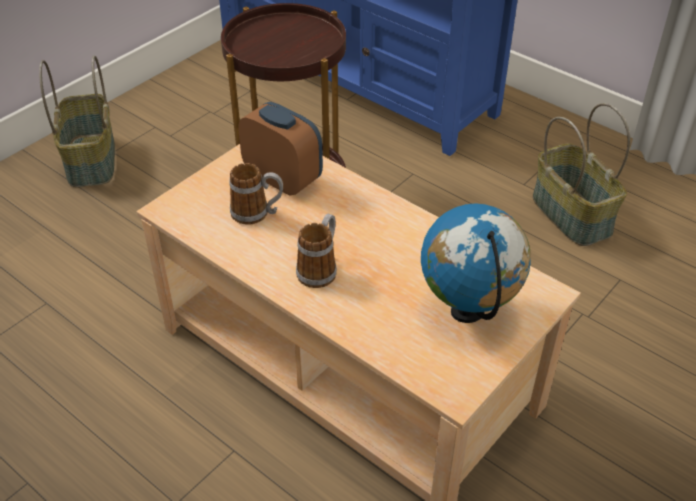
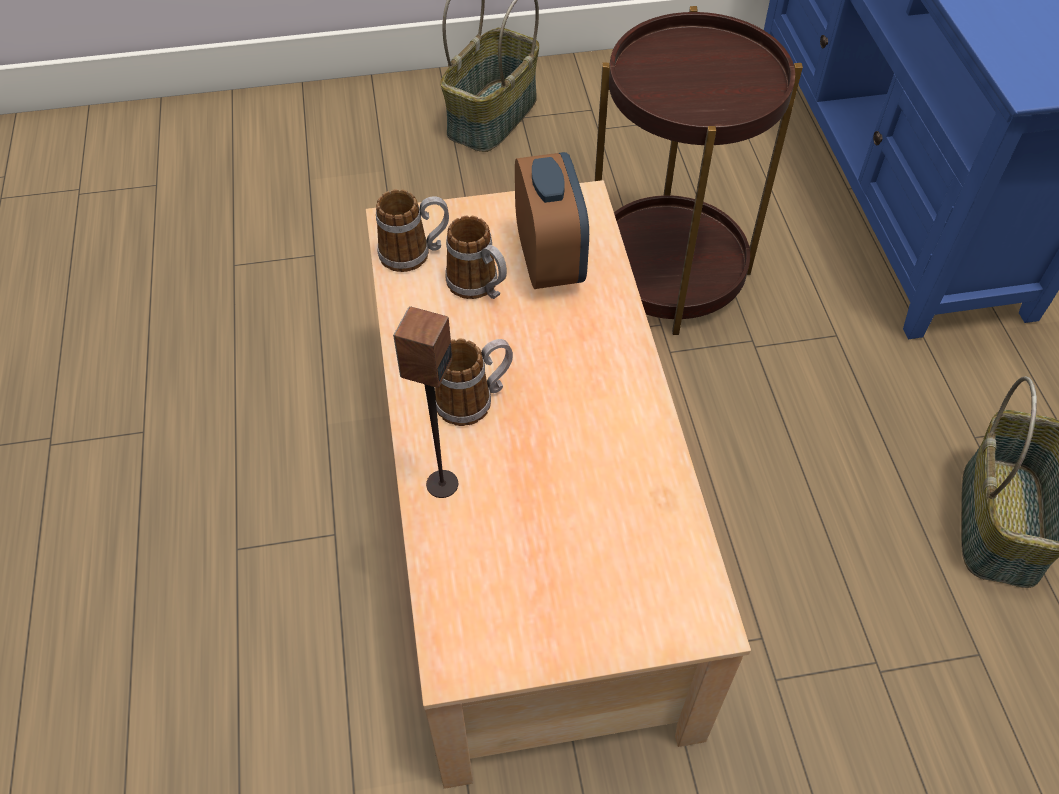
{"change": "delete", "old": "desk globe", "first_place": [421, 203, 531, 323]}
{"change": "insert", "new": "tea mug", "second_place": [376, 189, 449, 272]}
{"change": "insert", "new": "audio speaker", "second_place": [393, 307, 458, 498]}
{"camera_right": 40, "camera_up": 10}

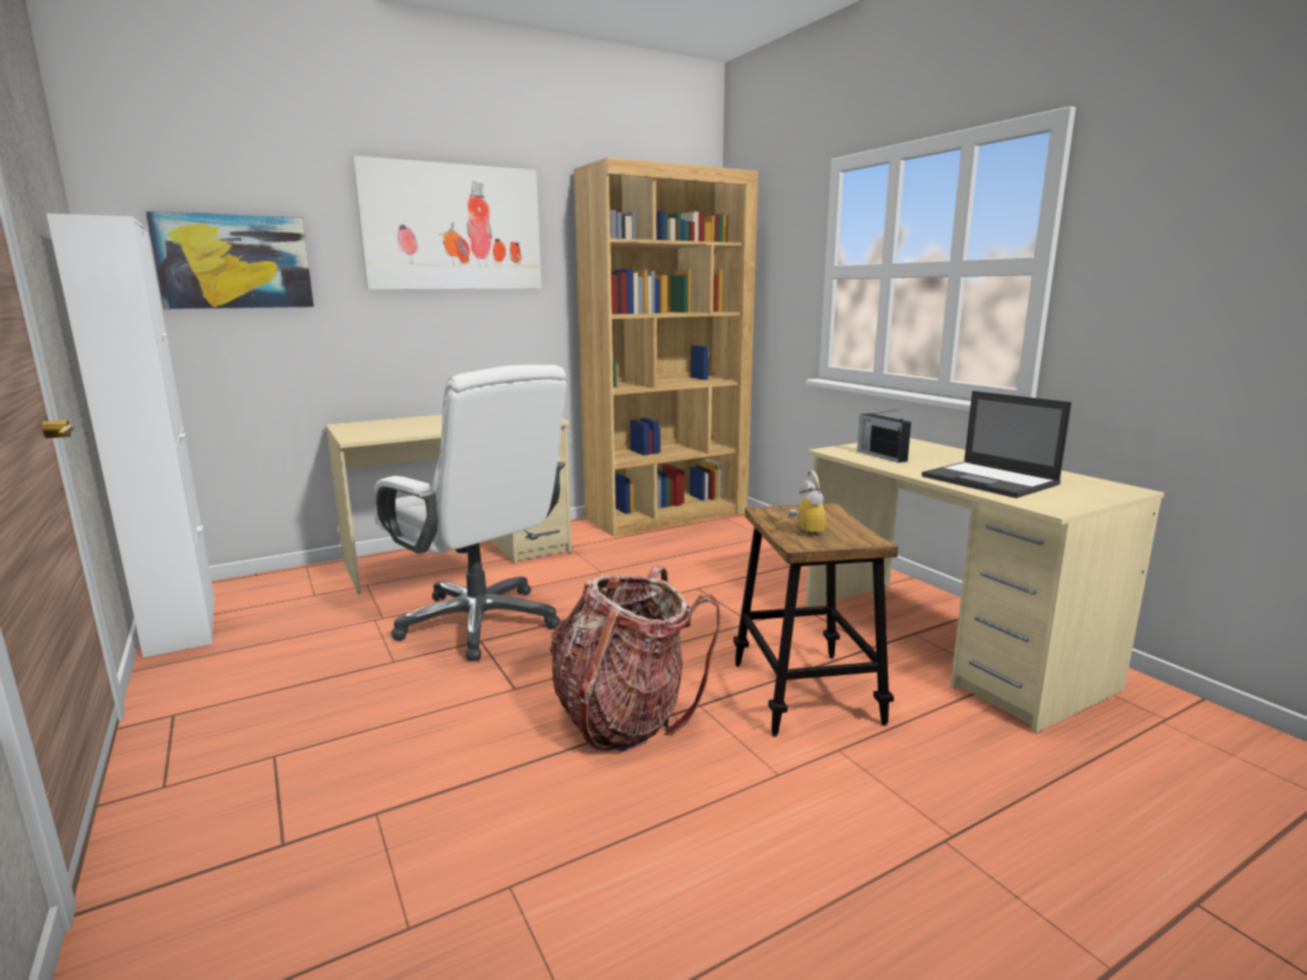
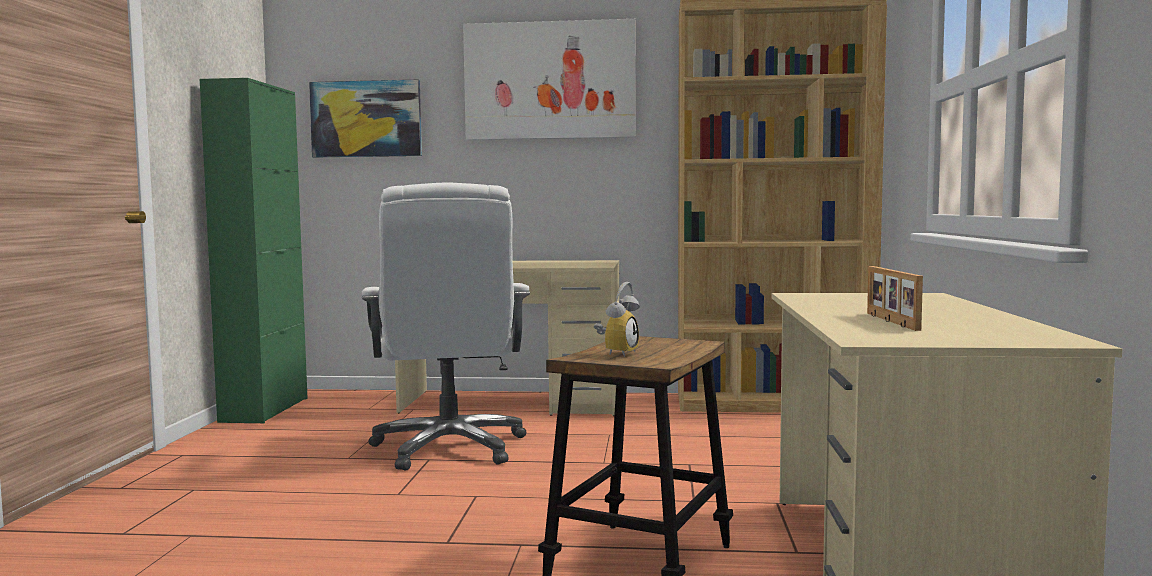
{"change": "recolor", "old": "white cabinet", "new": "green cabinet", "first_place": [46, 213, 215, 658], "second_place": [200, 78, 308, 423]}
{"change": "delete", "old": "rucksack", "first_place": [550, 565, 720, 752]}
{"change": "delete", "old": "radio", "first_place": [857, 410, 911, 463]}
{"change": "replace", "old": "notebook computer", "new": "picture frame", "first_place": [922, 391, 1072, 498], "second_place": [867, 266, 923, 331]}
{"camera_right": 35, "camera_up": -10}

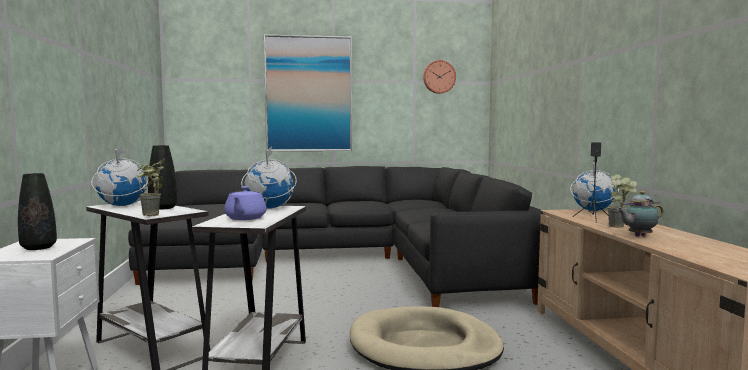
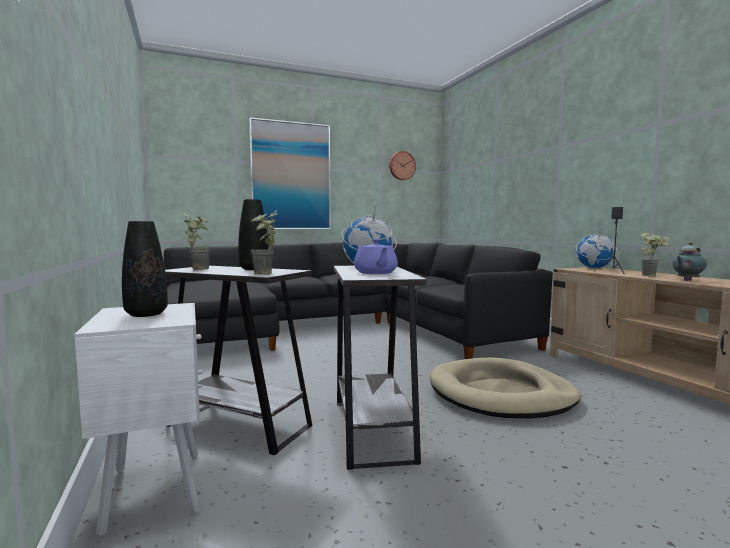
{"change": "replace", "old": "desk globe", "new": "plant in a pot", "first_place": [91, 146, 148, 206], "second_place": [182, 211, 210, 270]}
{"camera_right": -15, "camera_up": 0}

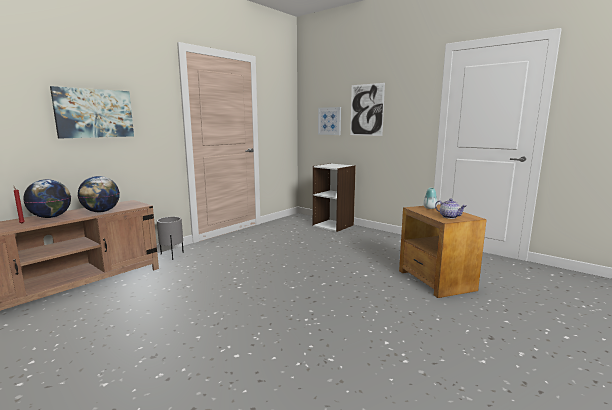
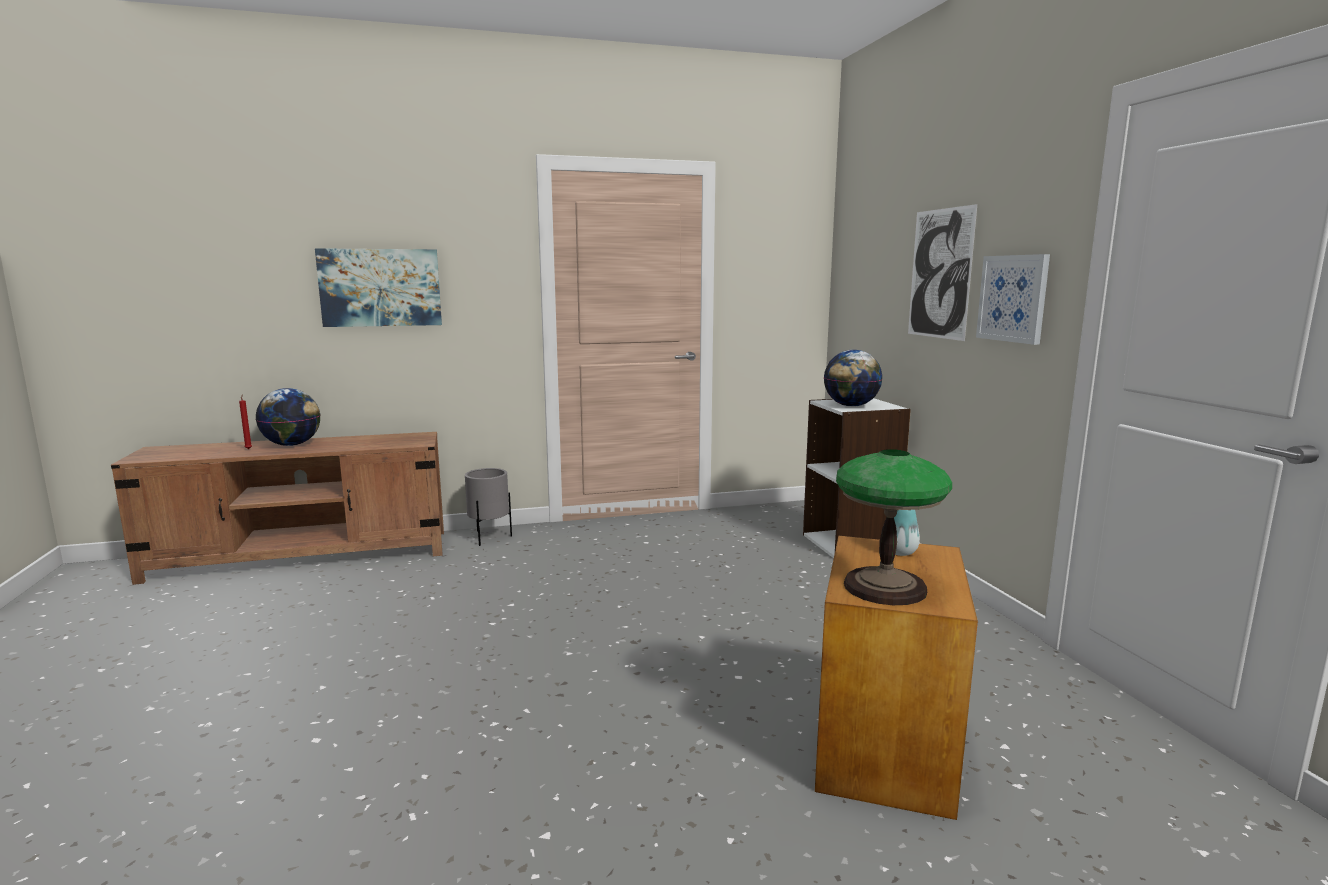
{"change": "move", "old": "desk globe", "first_place": [78, 176, 120, 212], "second_place": [824, 350, 883, 407]}
{"change": "move", "old": "wall art", "first_place": [318, 107, 341, 135], "second_place": [976, 254, 1050, 345]}
{"change": "replace", "old": "tea pot", "new": "table lamp", "first_place": [435, 199, 466, 219], "second_place": [836, 449, 952, 605]}
{"camera_right": 35, "camera_up": 0}

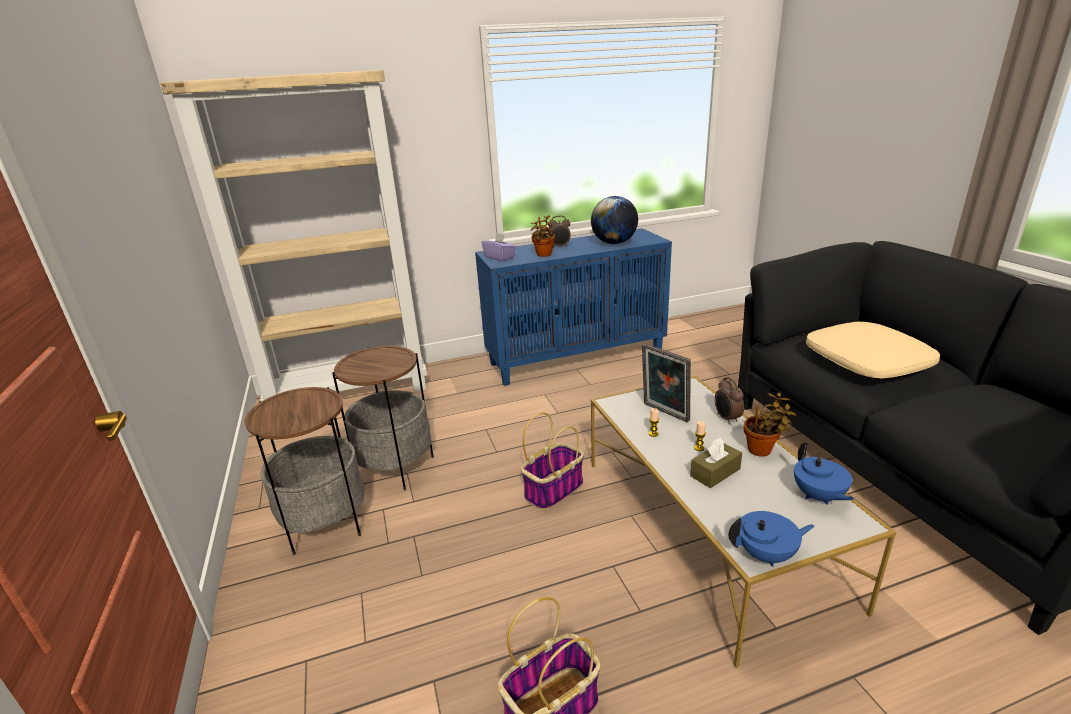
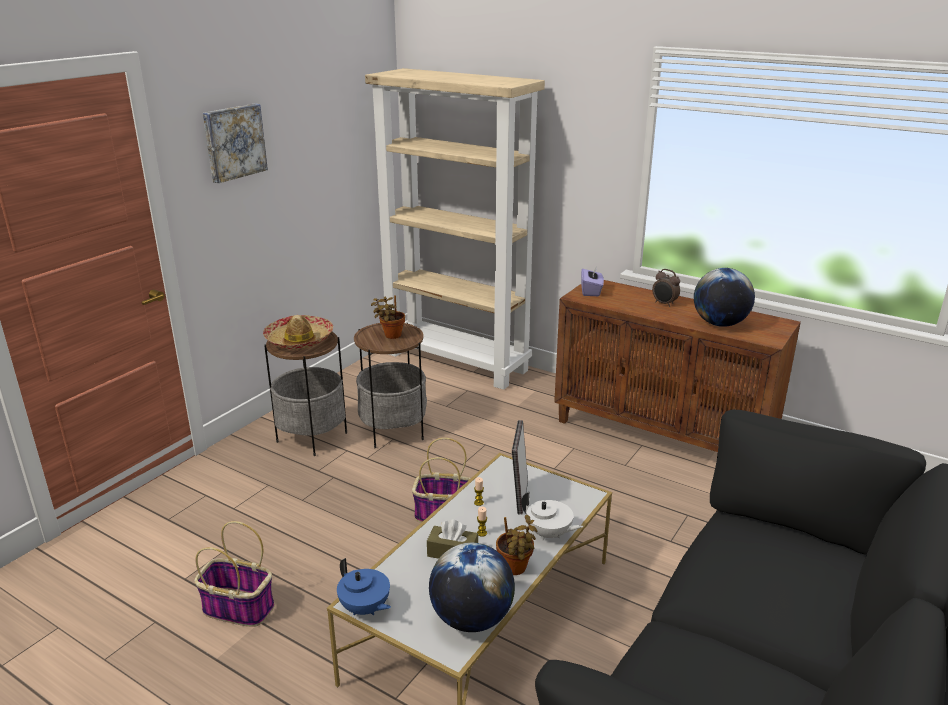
{"change": "recolor", "old": "blue-coloured cabinet", "new": "brownish cabinet", "first_place": [475, 228, 672, 386], "second_place": [554, 280, 801, 452]}
{"change": "move", "old": "plant in a pot", "first_place": [530, 215, 555, 257], "second_place": [371, 295, 405, 339]}
{"change": "replace", "old": "bedside clock", "new": "white tea pot", "first_place": [715, 377, 744, 425], "second_place": [521, 491, 583, 540]}
{"change": "replace", "old": "blue-coloured tea pot", "new": "desk globe", "first_place": [794, 442, 854, 505], "second_place": [429, 543, 515, 632]}
{"change": "delete", "old": "sand-coloured pillow", "first_place": [806, 322, 940, 379]}
{"change": "insert", "new": "wall art", "second_place": [203, 103, 268, 183]}
{"change": "insert", "new": "wearable hat", "second_place": [263, 315, 333, 350]}
{"camera_right": 50, "camera_up": 0}

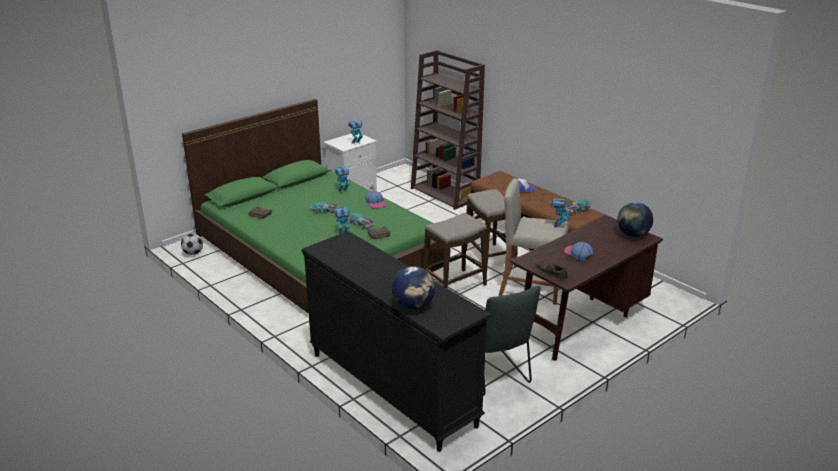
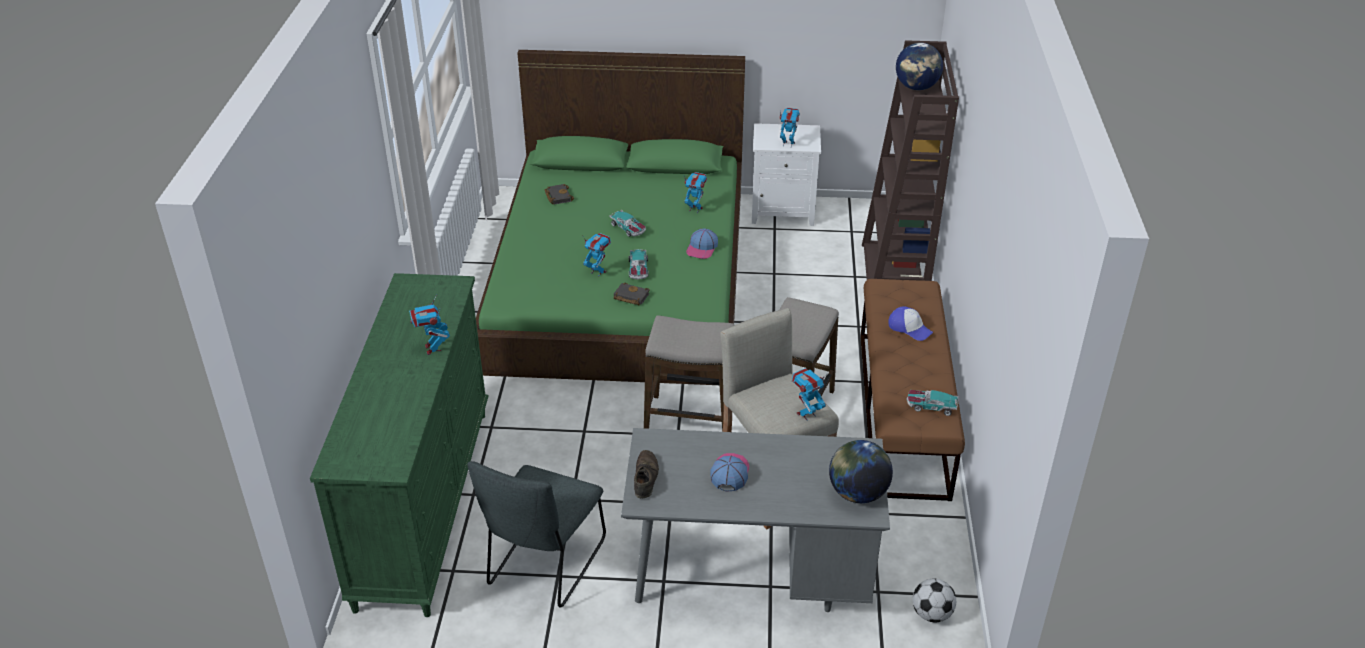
{"change": "move", "old": "football", "first_place": [181, 233, 203, 255], "second_place": [913, 578, 956, 623]}
{"change": "recolor", "old": "black dresser", "new": "green dresser", "first_place": [302, 231, 491, 452], "second_place": [310, 273, 488, 617]}
{"change": "move", "old": "desk globe", "first_place": [392, 266, 435, 310], "second_place": [896, 43, 943, 90]}
{"change": "recolor", "old": "brownish desk", "new": "grey desk", "first_place": [510, 215, 663, 361], "second_place": [621, 428, 890, 612]}
{"change": "insert", "new": "model robot", "second_place": [409, 294, 450, 355]}
{"camera_right": 45, "camera_up": 10}

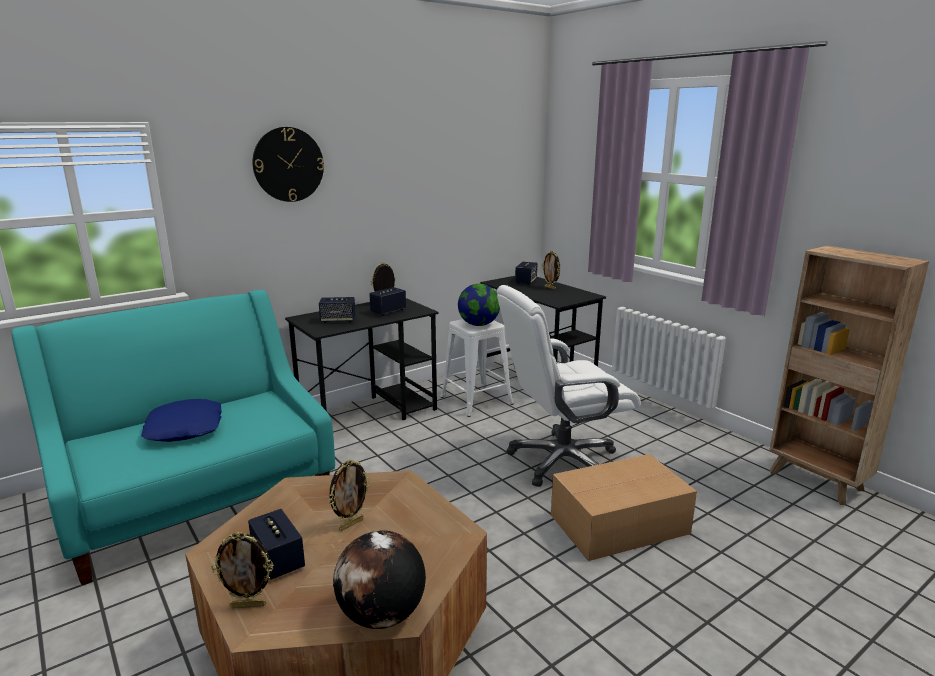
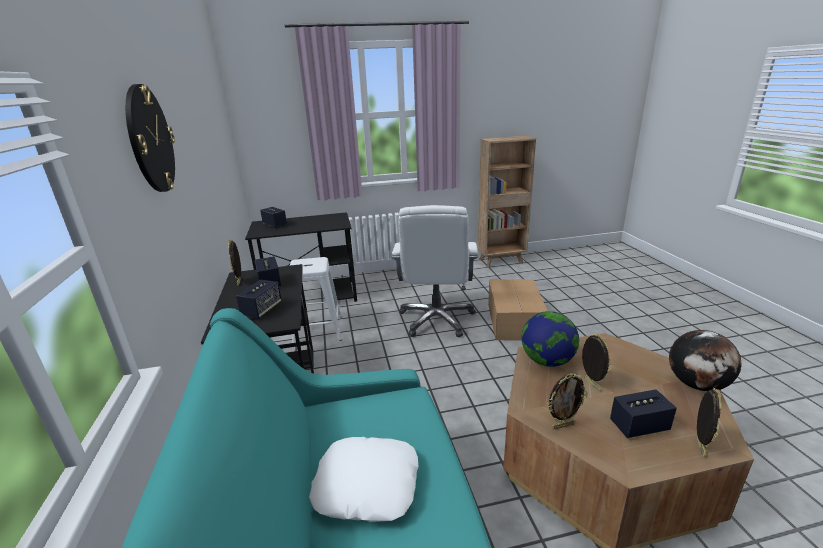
{"change": "recolor", "old": "blue-coloured pillow", "new": "white pillow", "first_place": [141, 399, 222, 442], "second_place": [309, 437, 419, 522]}
{"change": "move", "old": "desk globe", "first_place": [458, 284, 500, 326], "second_place": [522, 311, 579, 367]}
{"change": "move", "old": "picture frame", "first_place": [542, 250, 560, 290], "second_place": [548, 373, 587, 429]}
{"camera_right": -65, "camera_up": 5}

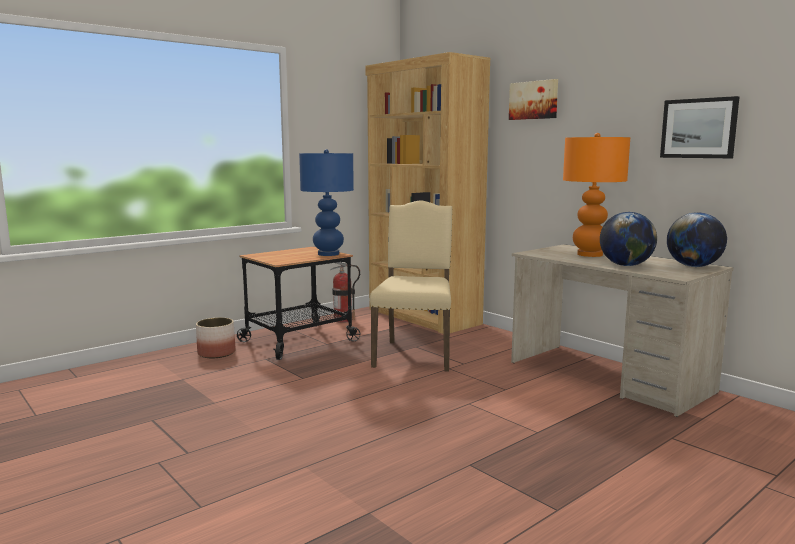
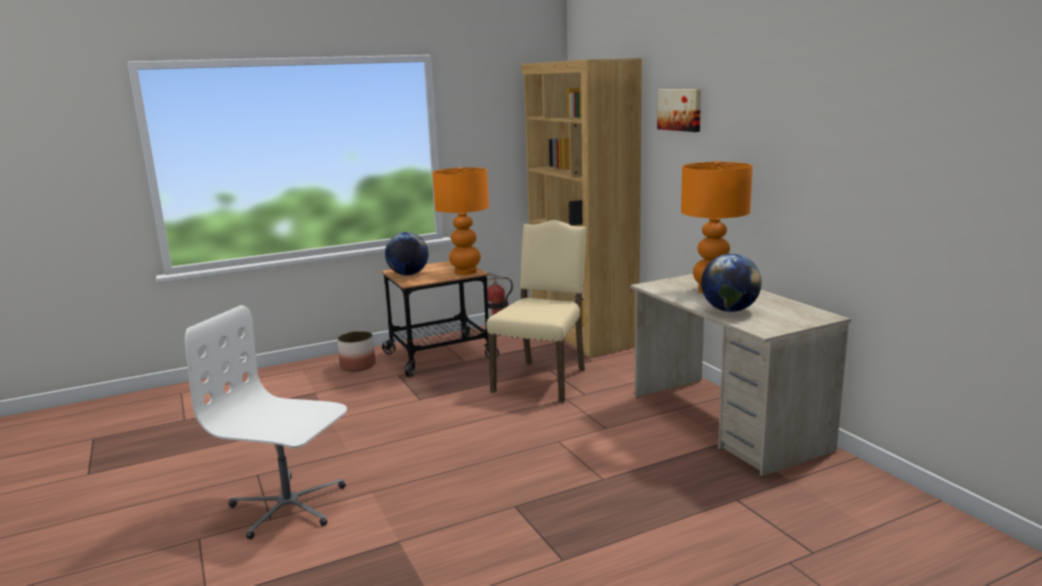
{"change": "recolor", "old": "blue-coloured table lamp", "new": "orangey table lamp", "first_place": [299, 149, 354, 256], "second_place": [432, 167, 489, 275]}
{"change": "delete", "old": "wall art", "first_place": [660, 96, 740, 158]}
{"change": "move", "old": "desk globe", "first_place": [667, 212, 727, 267], "second_place": [385, 232, 429, 275]}
{"change": "insert", "new": "white desk chair", "second_place": [185, 305, 347, 540]}
{"camera_right": 15, "camera_up": 5}

